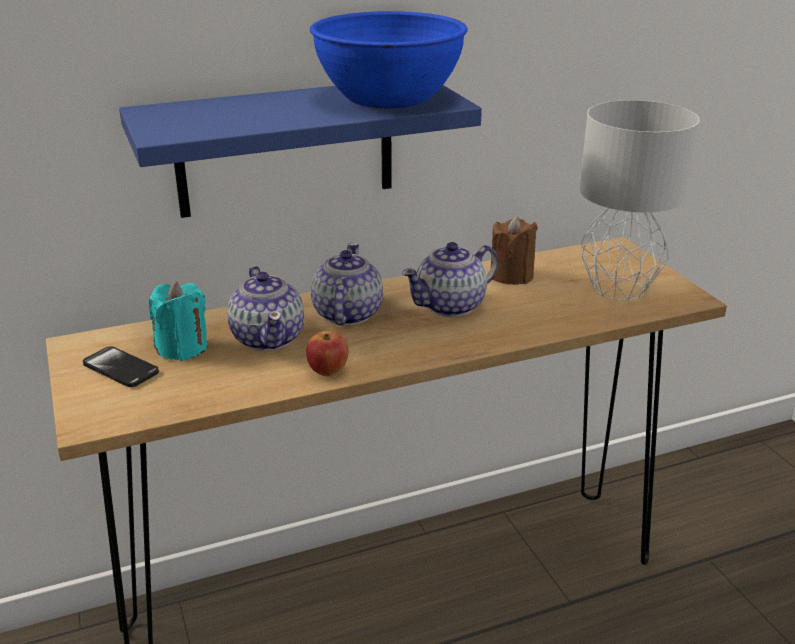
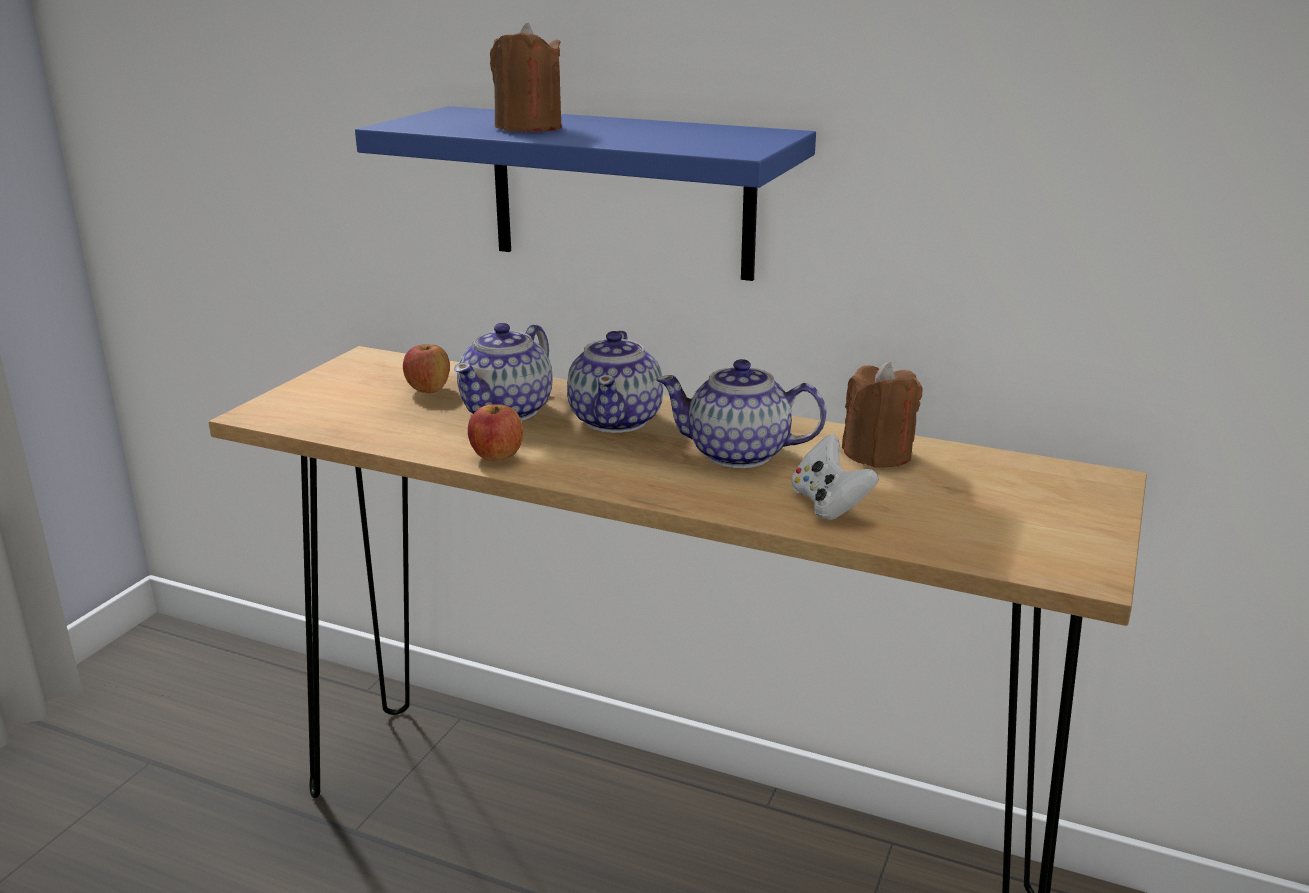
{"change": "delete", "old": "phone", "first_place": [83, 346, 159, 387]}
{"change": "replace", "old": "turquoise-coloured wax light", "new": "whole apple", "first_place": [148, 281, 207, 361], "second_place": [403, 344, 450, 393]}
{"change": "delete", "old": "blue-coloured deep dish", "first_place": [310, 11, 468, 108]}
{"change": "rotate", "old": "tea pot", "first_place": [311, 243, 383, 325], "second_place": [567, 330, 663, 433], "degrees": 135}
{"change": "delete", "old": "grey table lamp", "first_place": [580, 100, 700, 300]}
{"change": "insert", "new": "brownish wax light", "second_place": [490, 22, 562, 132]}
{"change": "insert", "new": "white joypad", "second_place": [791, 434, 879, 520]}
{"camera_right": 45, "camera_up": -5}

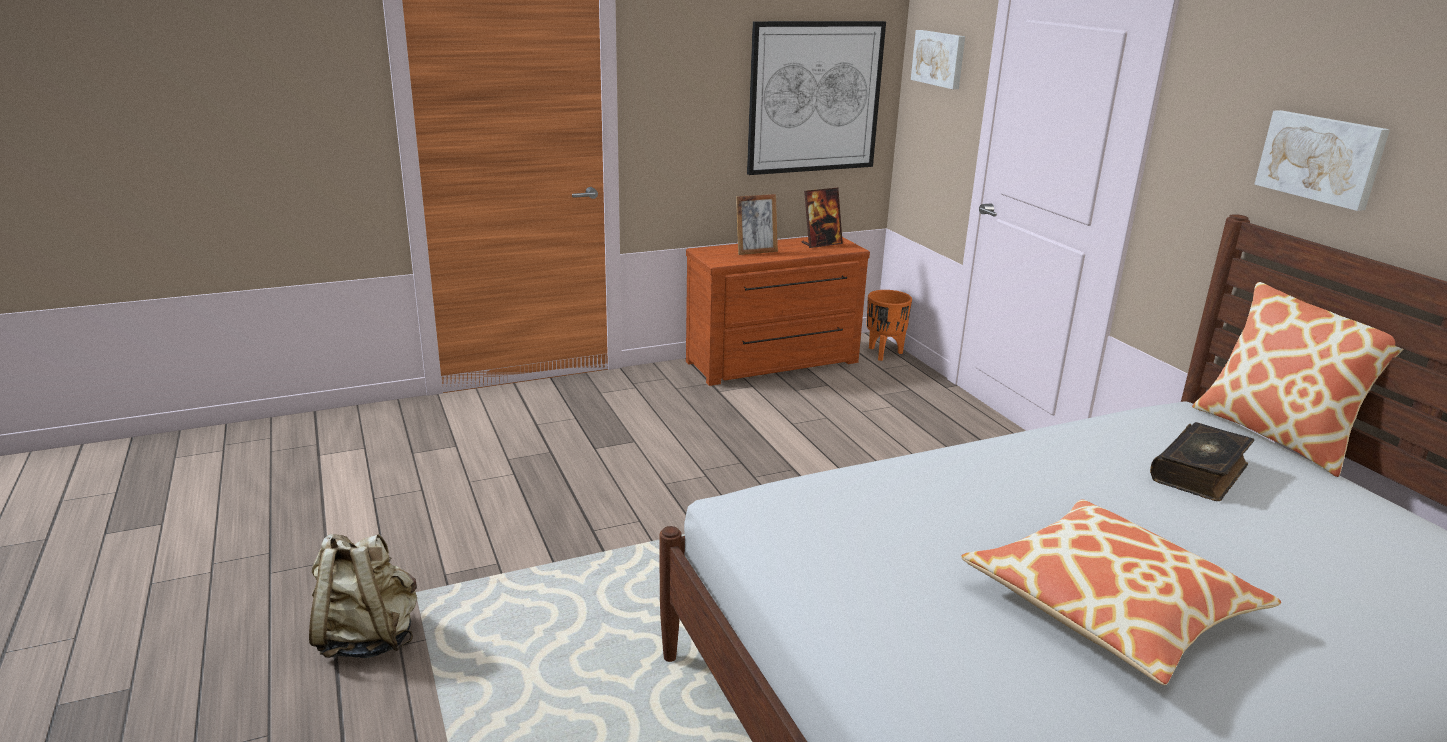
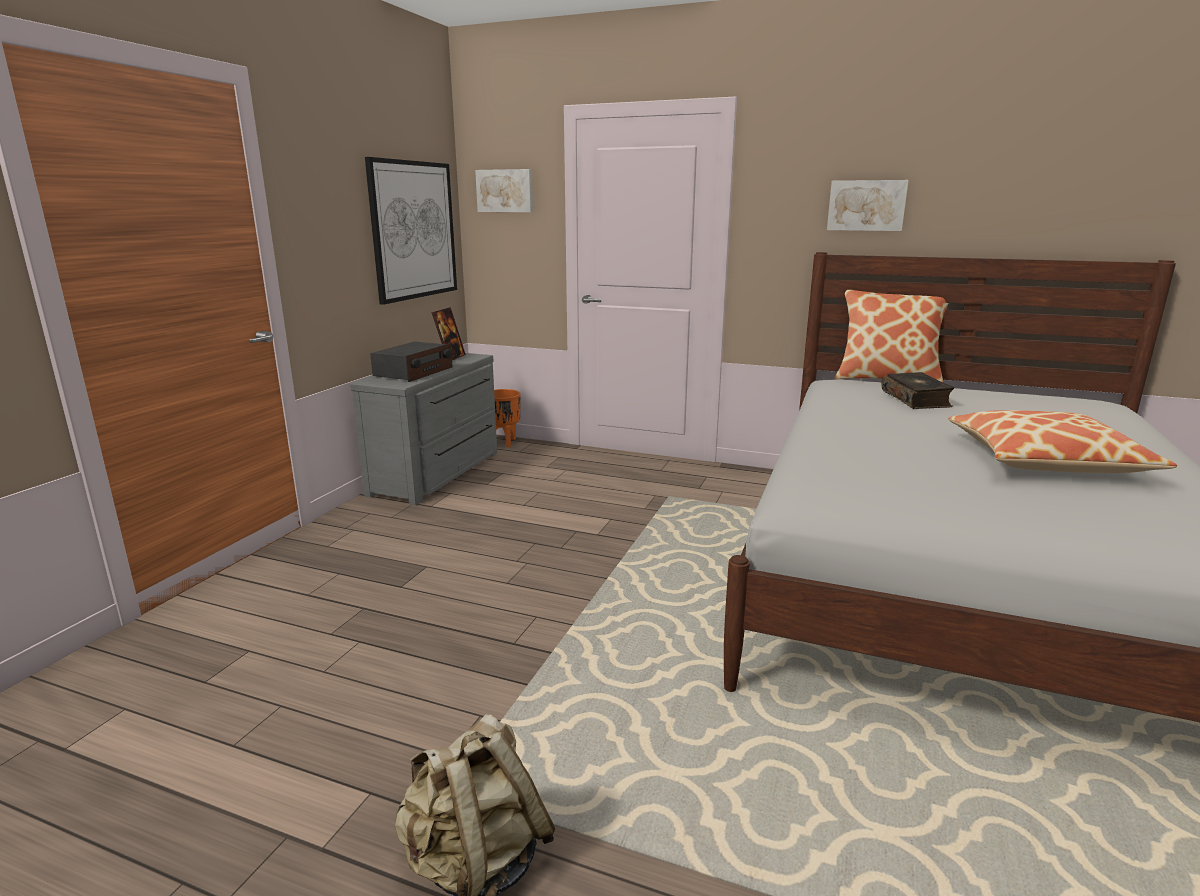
{"change": "recolor", "old": "brownish dresser", "new": "grey dresser", "first_place": [686, 237, 870, 386], "second_place": [350, 353, 497, 505]}
{"change": "replace", "old": "picture frame", "new": "radio", "first_place": [736, 194, 778, 255], "second_place": [370, 341, 453, 382]}
{"camera_right": -45, "camera_up": -5}

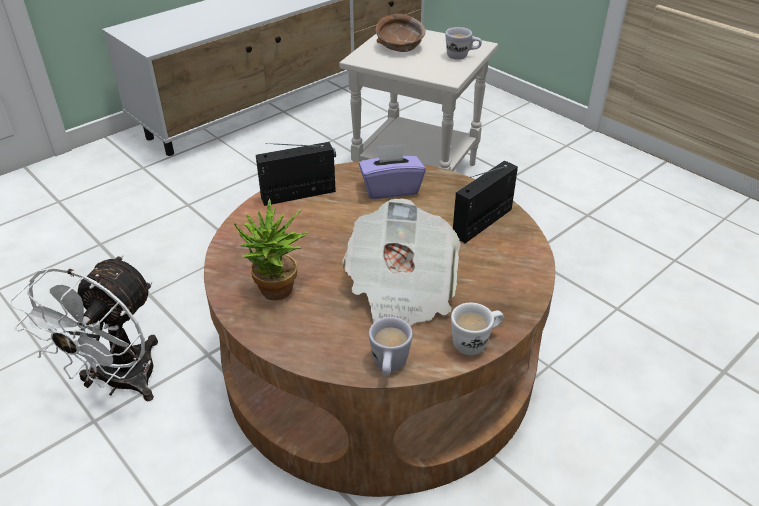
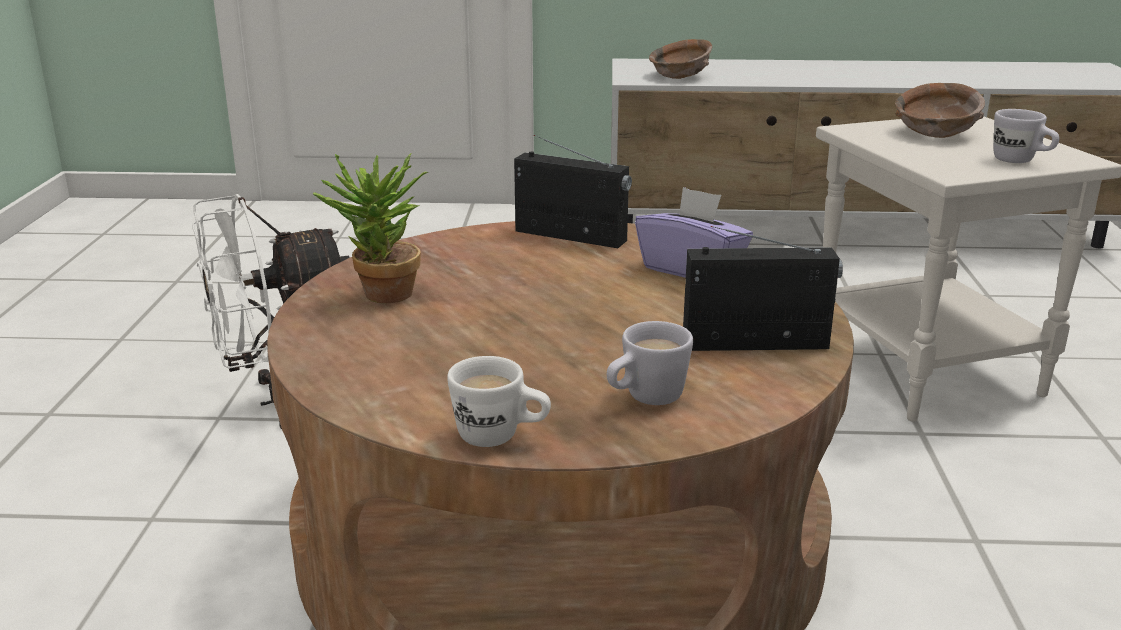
{"change": "delete", "old": "printed paper", "first_place": [342, 198, 461, 326]}
{"change": "move", "old": "white tea mug", "first_place": [369, 317, 413, 376], "second_place": [607, 321, 693, 405]}
{"change": "insert", "new": "brownish deep dish", "second_place": [649, 39, 712, 79]}
{"camera_right": 45, "camera_up": -15}

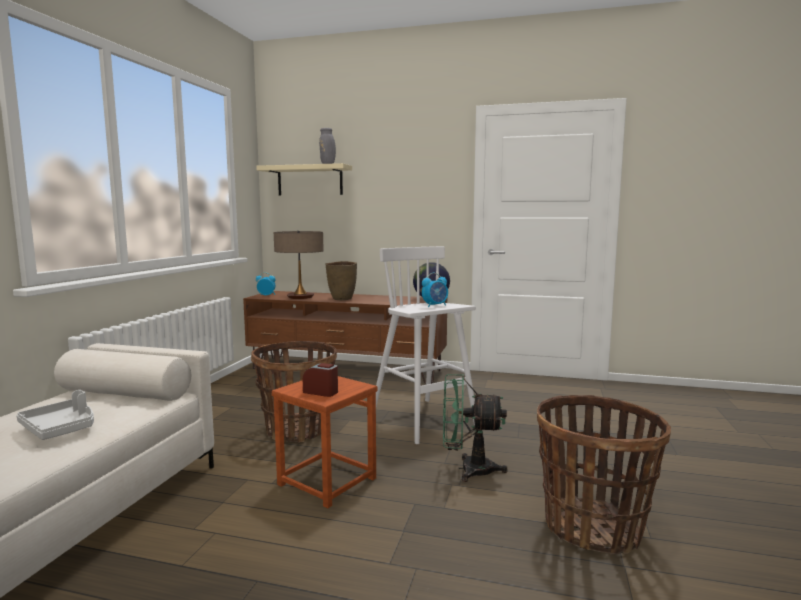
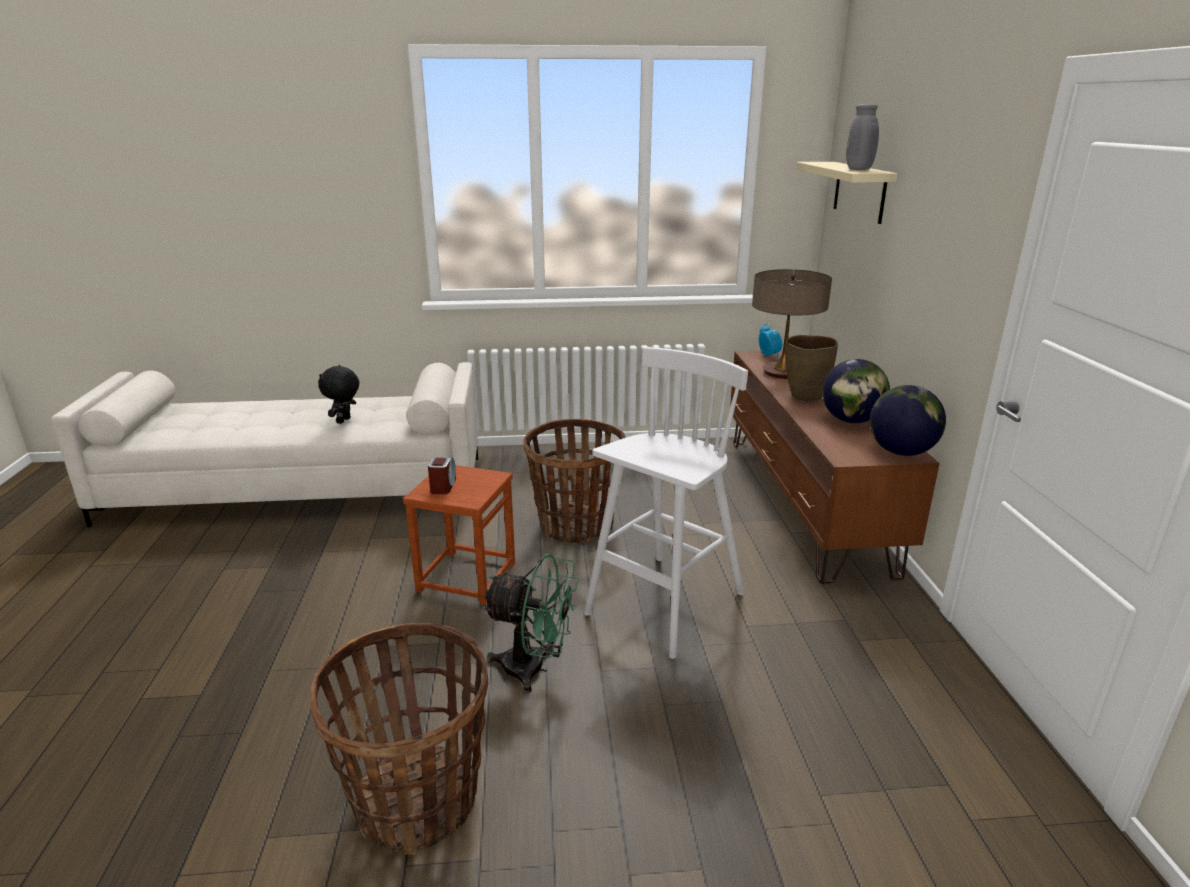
{"change": "replace", "old": "grey carrying tray", "new": "black plush toy", "first_place": [16, 390, 94, 440], "second_place": [318, 365, 359, 424]}
{"change": "delete", "old": "bedside clock", "first_place": [422, 273, 448, 307]}
{"change": "rotate", "old": "green fan", "first_place": [443, 374, 508, 482], "second_place": [482, 554, 579, 693], "degrees": 120}
{"change": "insert", "new": "desk globe", "second_place": [822, 359, 890, 423]}
{"camera_right": 70, "camera_up": 15}

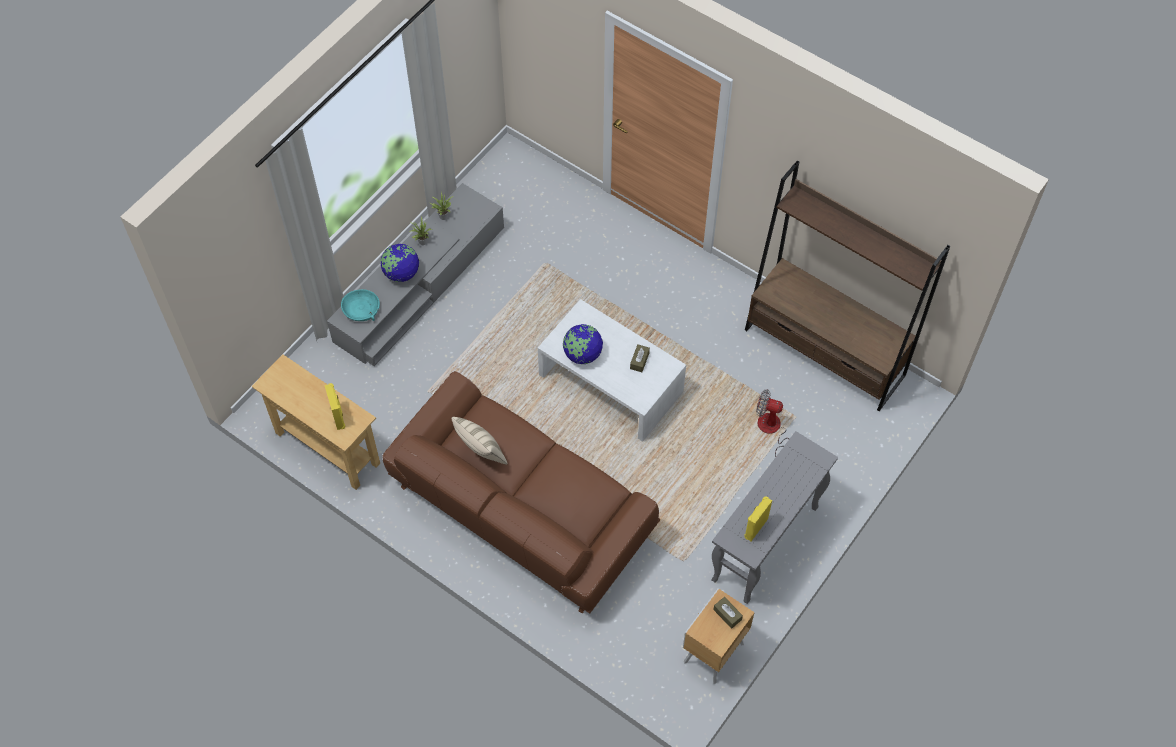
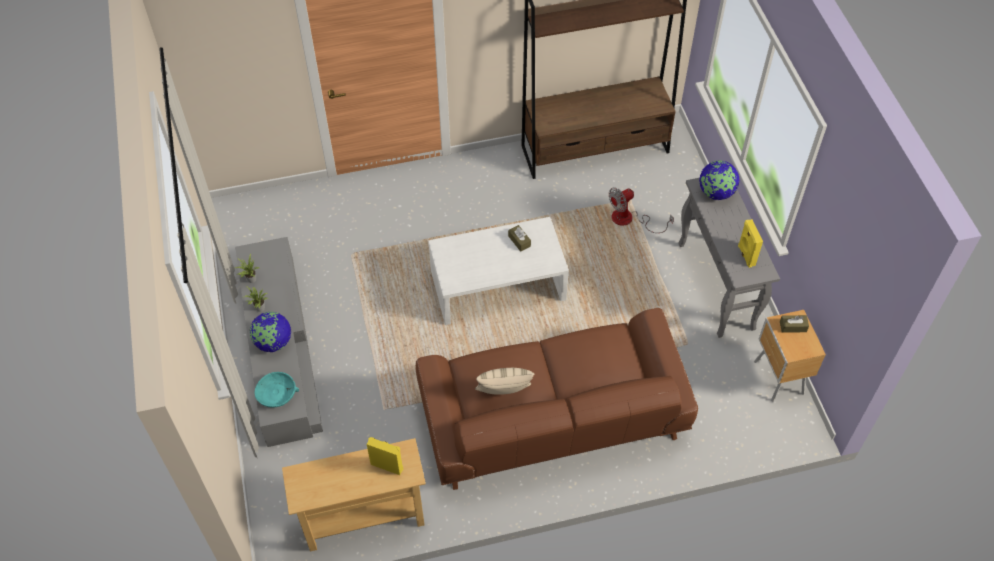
{"change": "move", "old": "desk globe", "first_place": [563, 324, 603, 364], "second_place": [699, 160, 739, 200]}
{"camera_right": -50, "camera_up": -5}

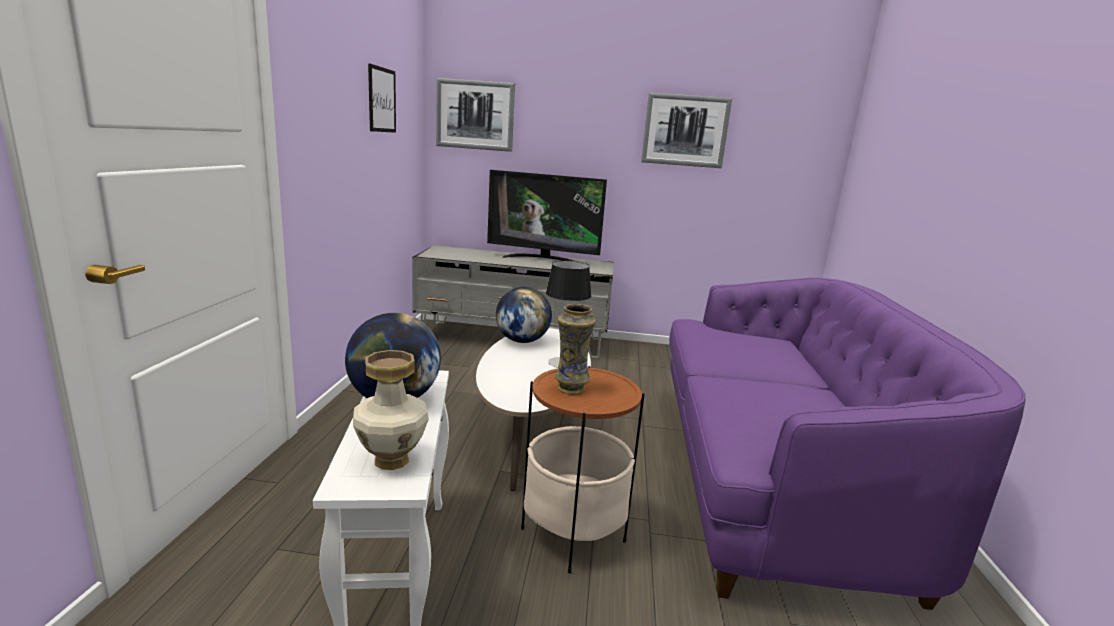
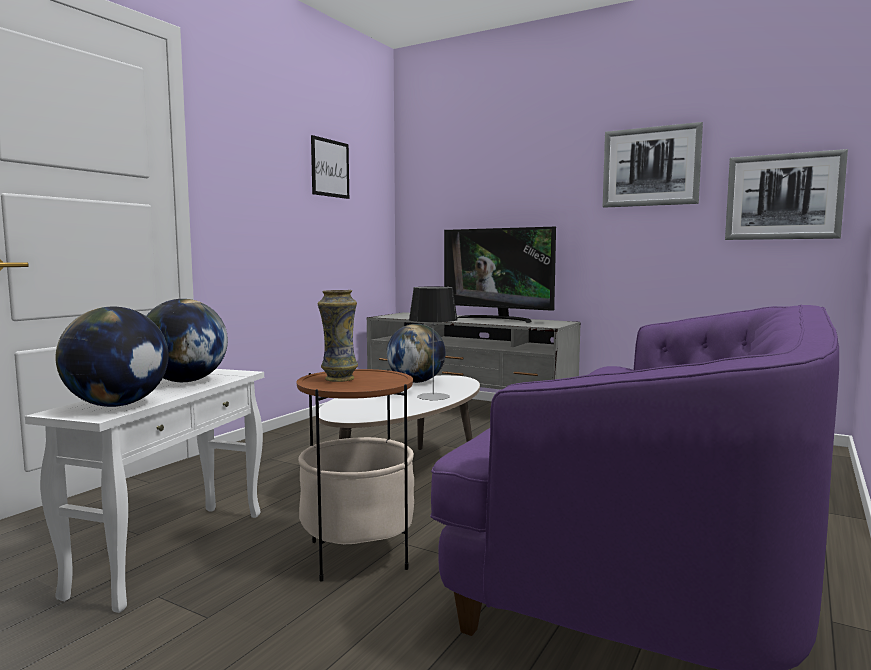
{"change": "replace", "old": "decorative vase", "new": "desk globe", "first_place": [353, 350, 429, 470], "second_place": [55, 306, 169, 407]}
{"change": "move", "old": "wall art", "first_place": [436, 78, 515, 152], "second_place": [725, 149, 848, 240]}
{"camera_right": 25, "camera_up": -10}

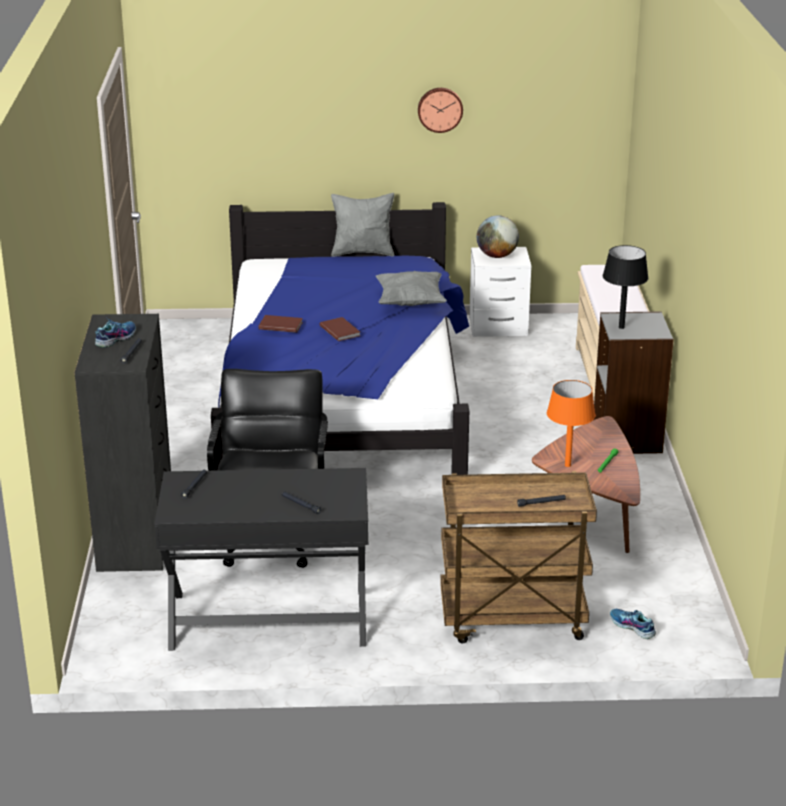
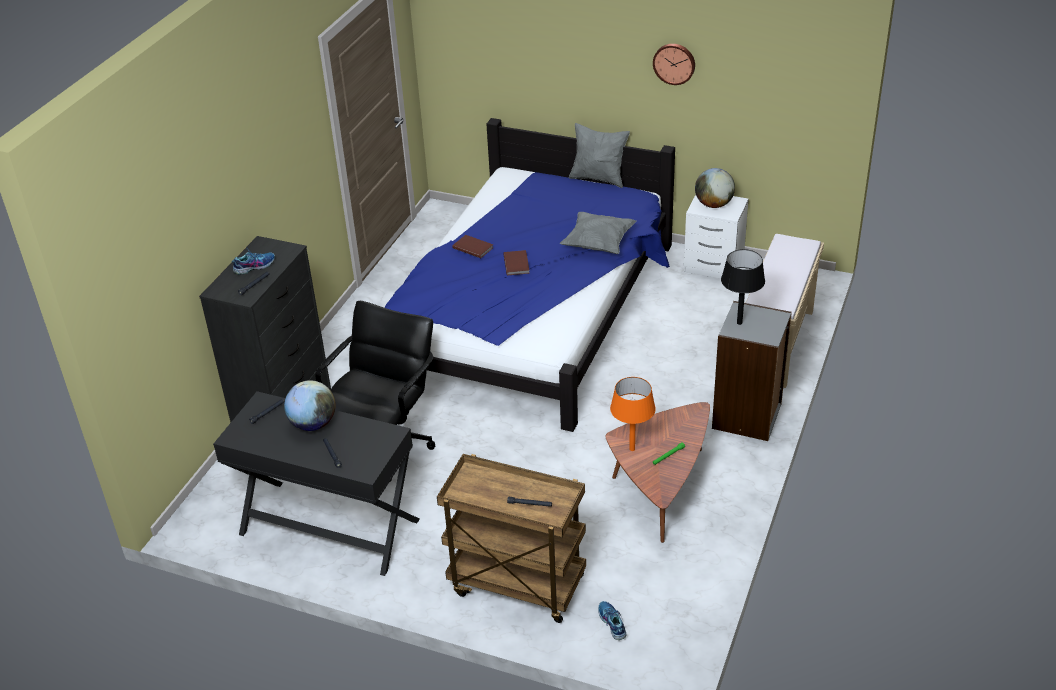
{"change": "insert", "new": "desk globe", "second_place": [284, 380, 336, 431]}
{"camera_right": 25, "camera_up": 10}

